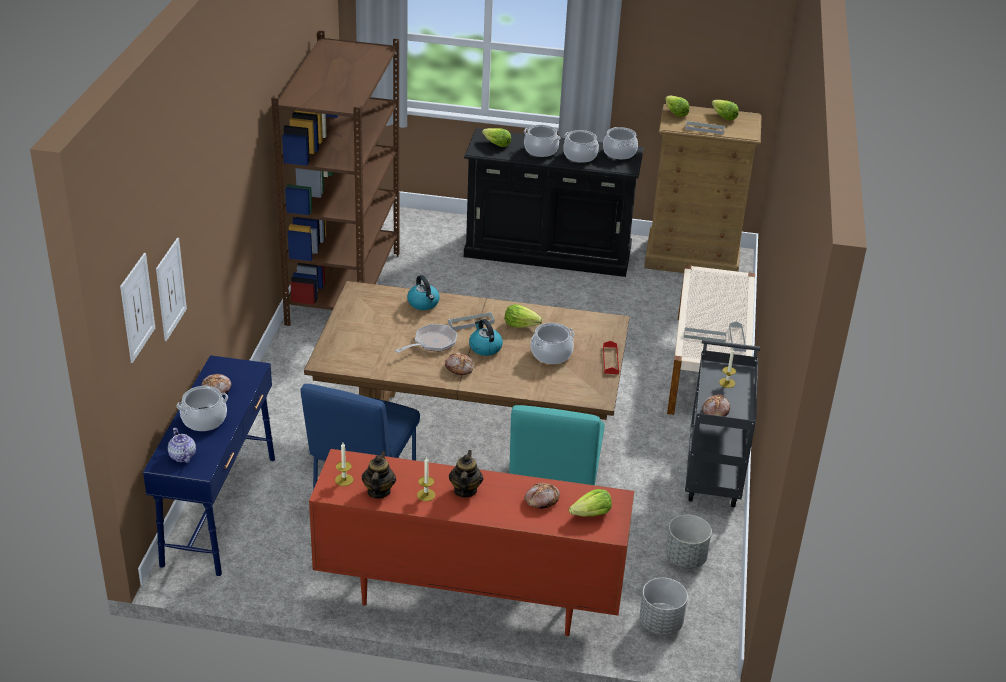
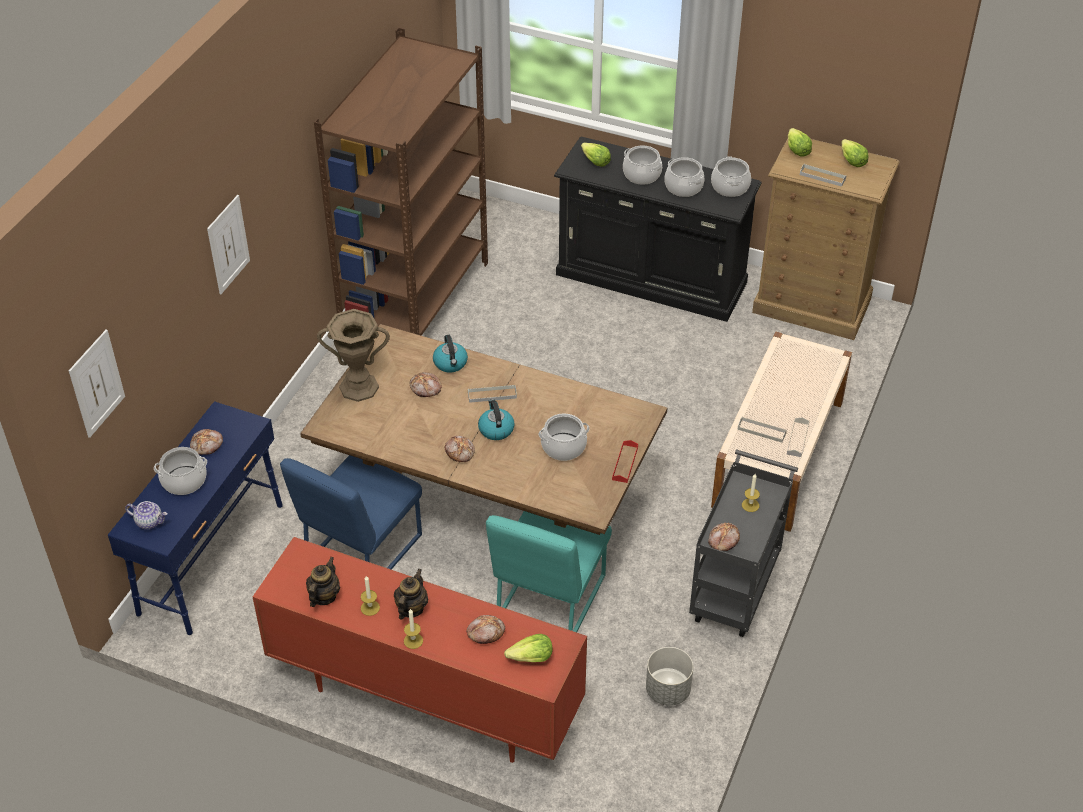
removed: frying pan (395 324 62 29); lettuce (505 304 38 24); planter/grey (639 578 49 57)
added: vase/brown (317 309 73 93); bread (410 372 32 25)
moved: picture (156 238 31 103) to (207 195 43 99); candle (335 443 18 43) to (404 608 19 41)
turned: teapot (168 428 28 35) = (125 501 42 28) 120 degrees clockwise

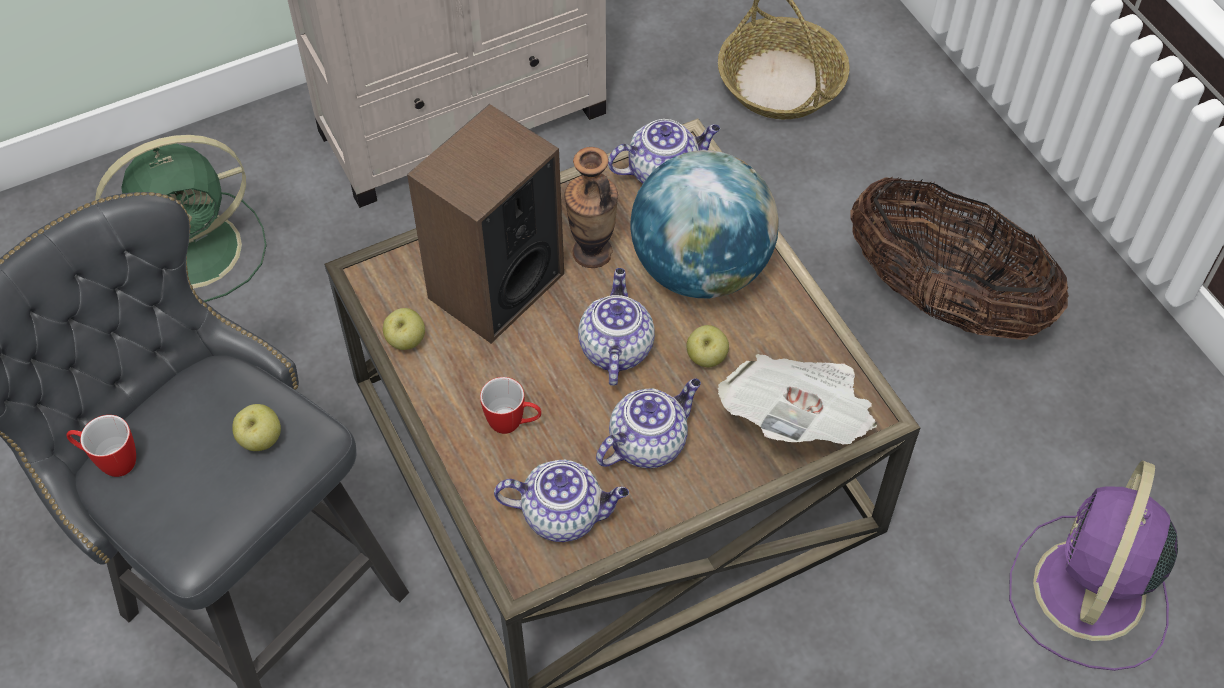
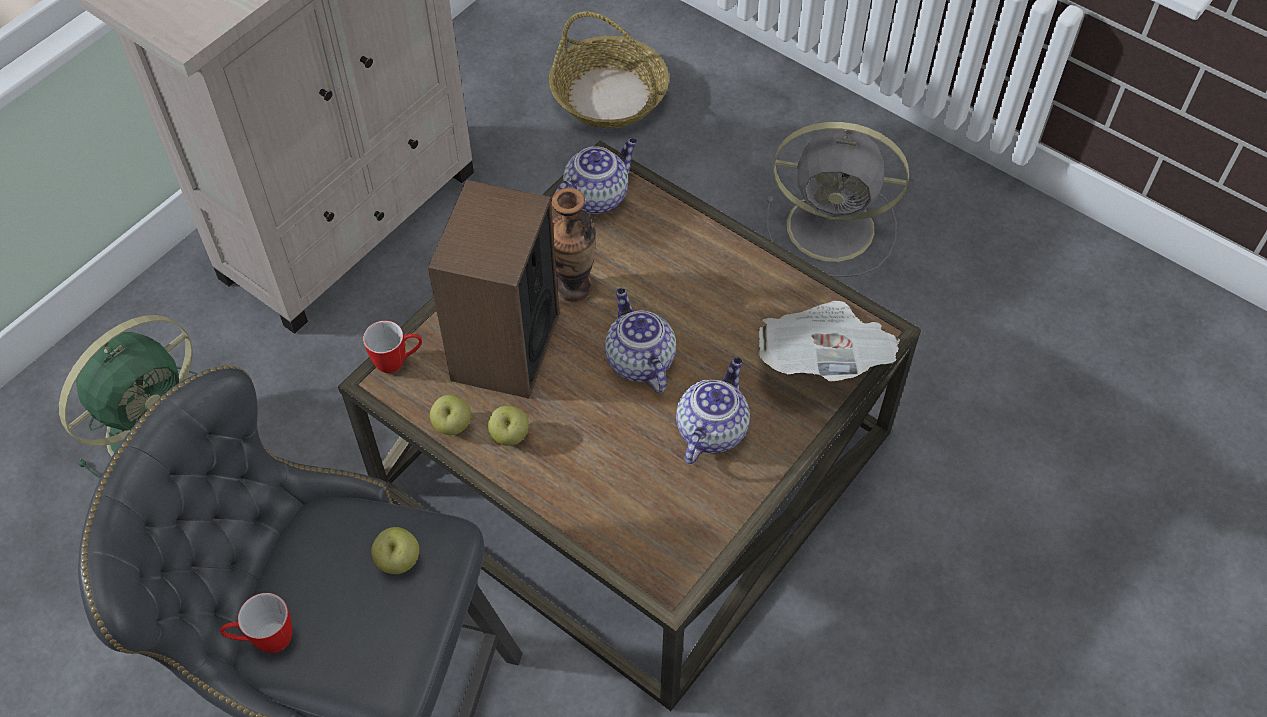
removed: teapot (494 460 135 82); globe (631 150 148 148); fan/purple (1009 461 169 210)
moved: mug (480 377 62 57) to (363 321 59 52); apple (686 325 43 42) to (488 405 41 41)
replaced: basket (850 177 219 163) to fan/grey (767 122 142 155)

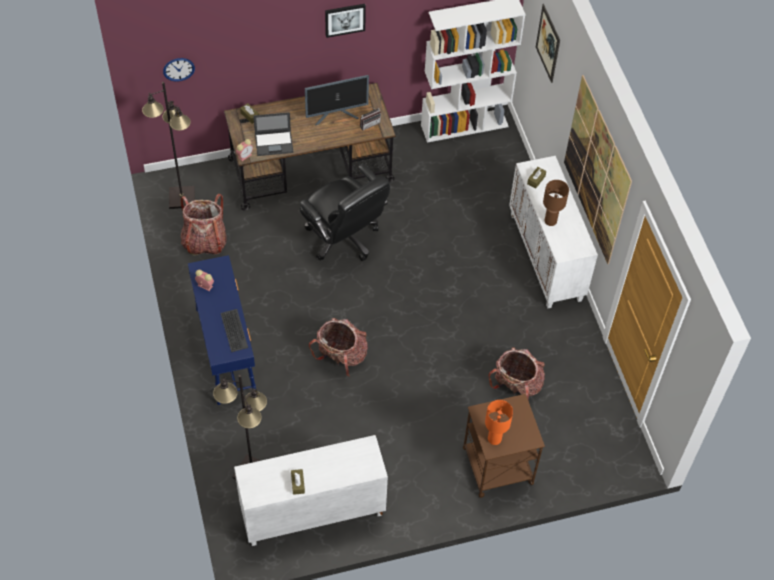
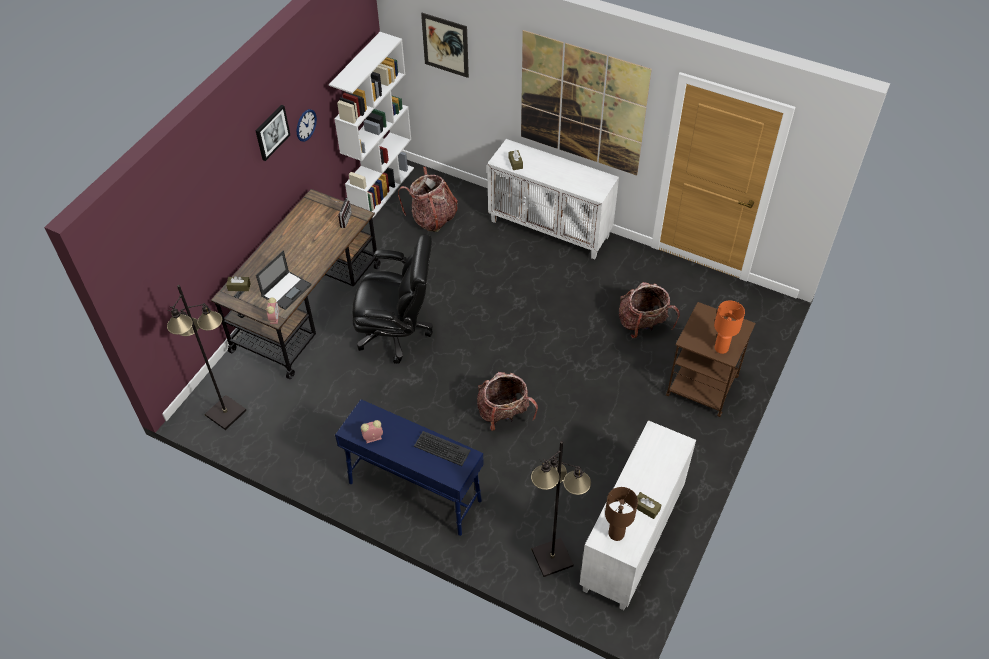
removed: monitor (305 75 64 50)
moved: wall clock (163 58 32 24) to (297 109 20 33); backpack (180 194 47 62) to (398 167 60 65); table lamp/brown (543 180 26 46) to (605 487 33 54)

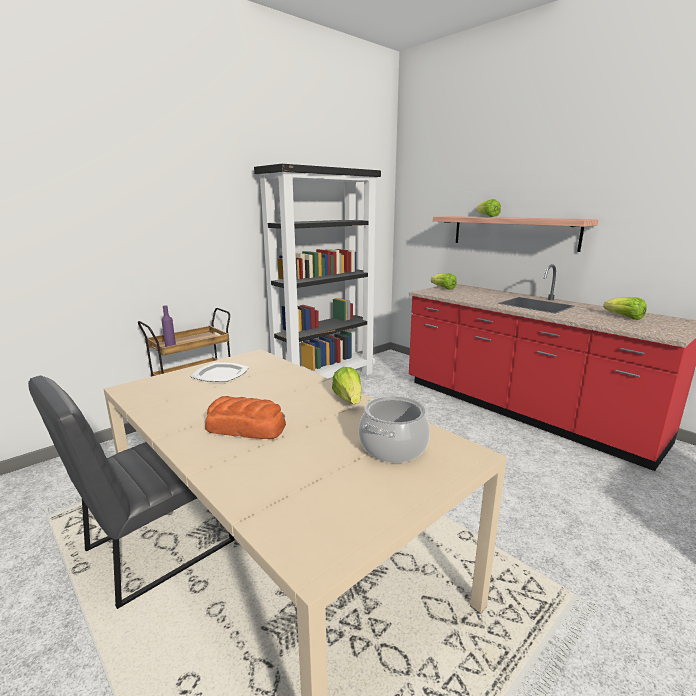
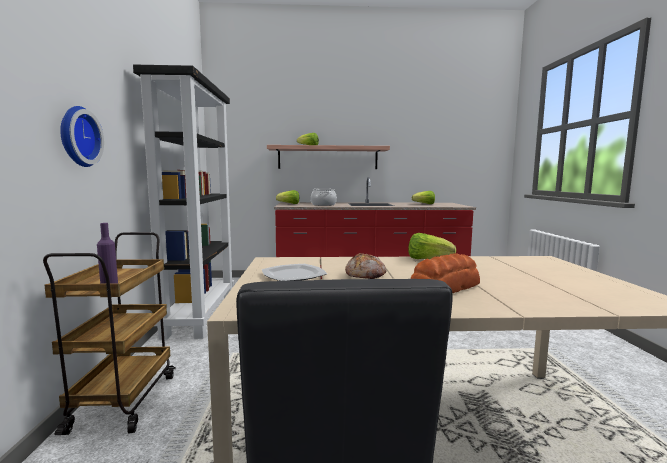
added: wall clock (60 106 44 61); bread (345 253 41 26)
moved: cooking pot (359 396 71 67) to (311 189 26 17)

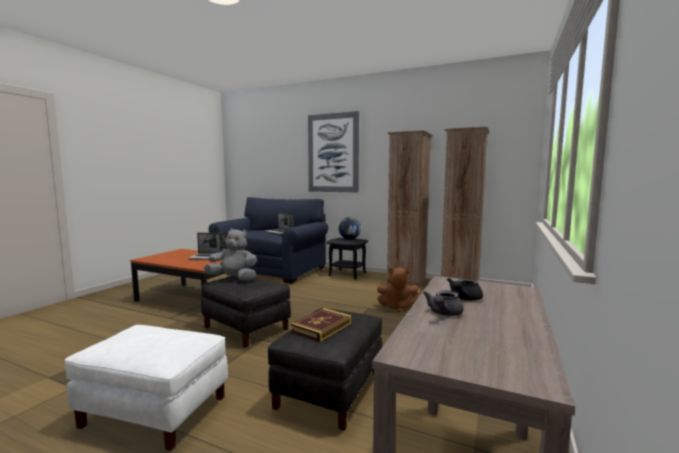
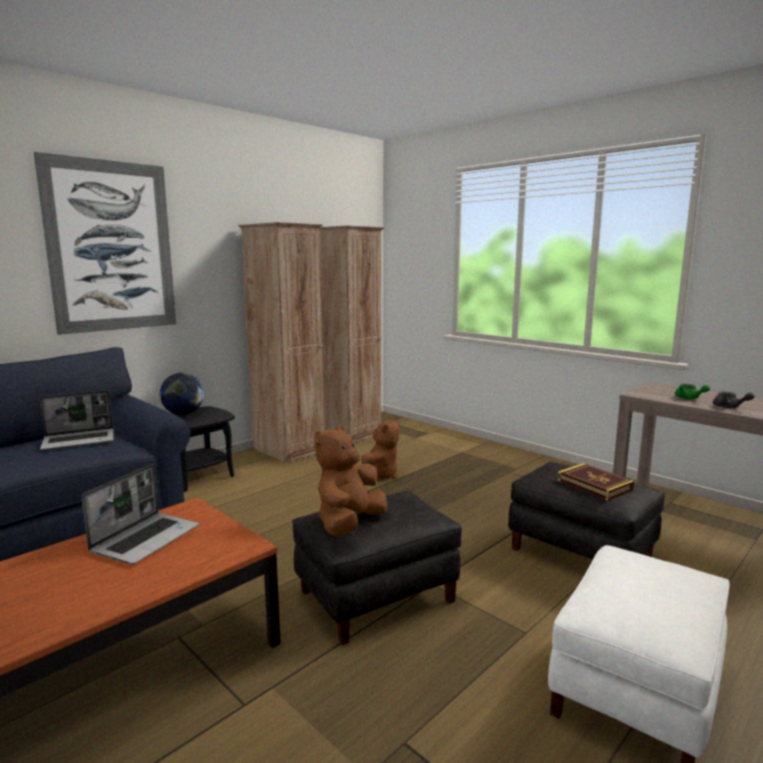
recoloured: plush toy/grey (204 228 53 53) to plush toy/brown (314 425 74 111); teapot/black (447 278 36 23) to teapot/green (675 384 35 15)

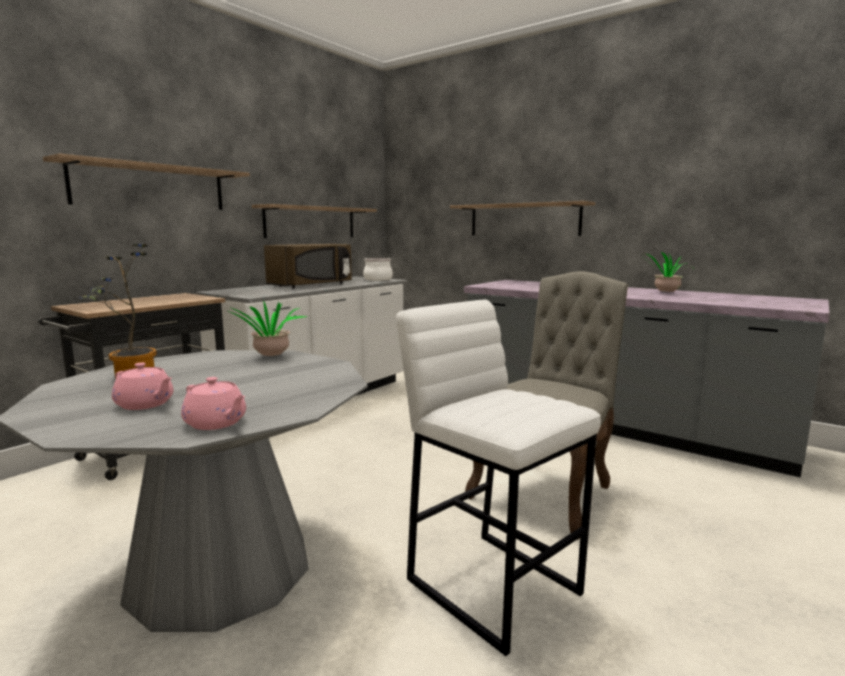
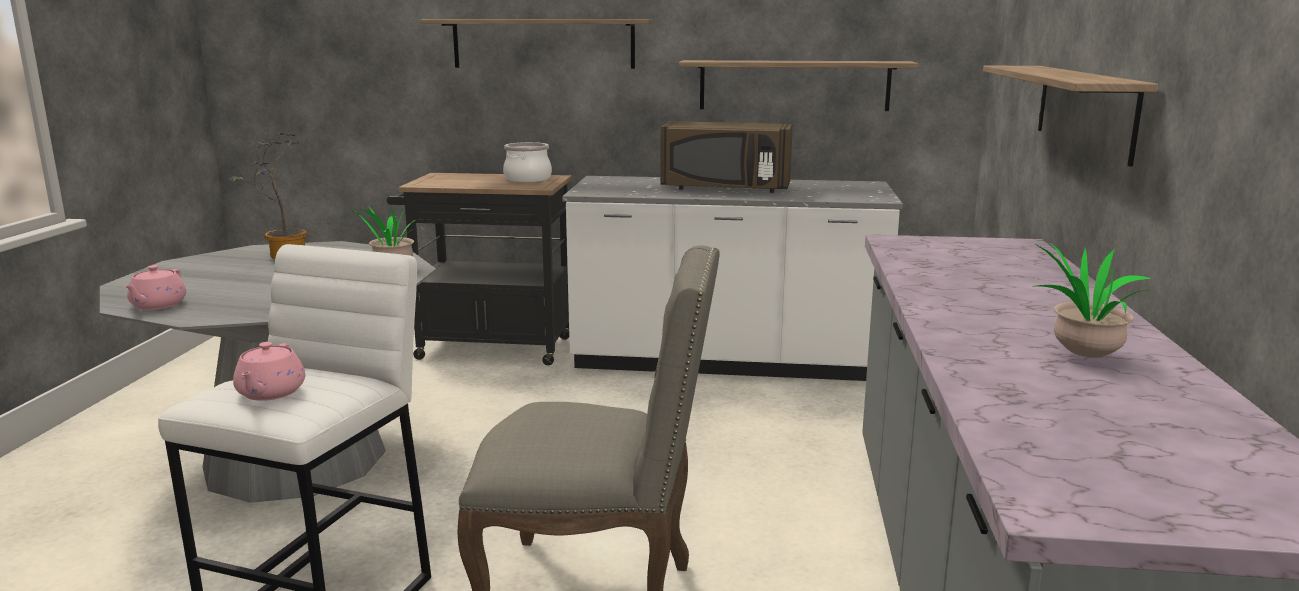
moved: teapot/pink (112 363 62 47) to (233 342 72 59); cooking pot (363 258 30 23) to (503 142 49 41)

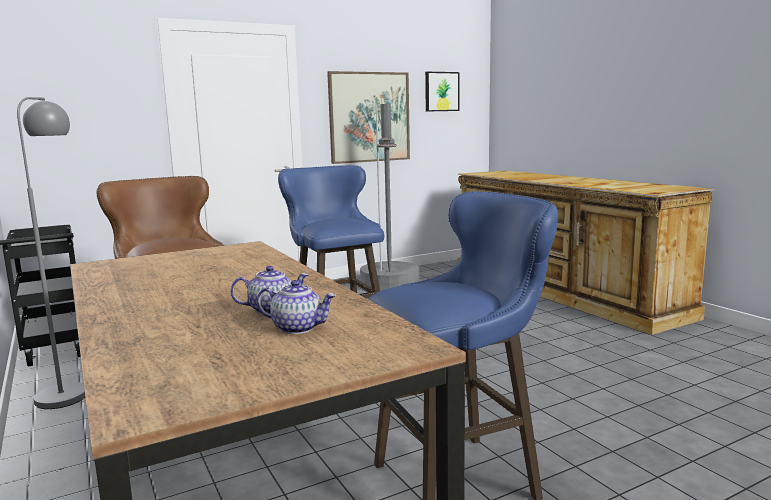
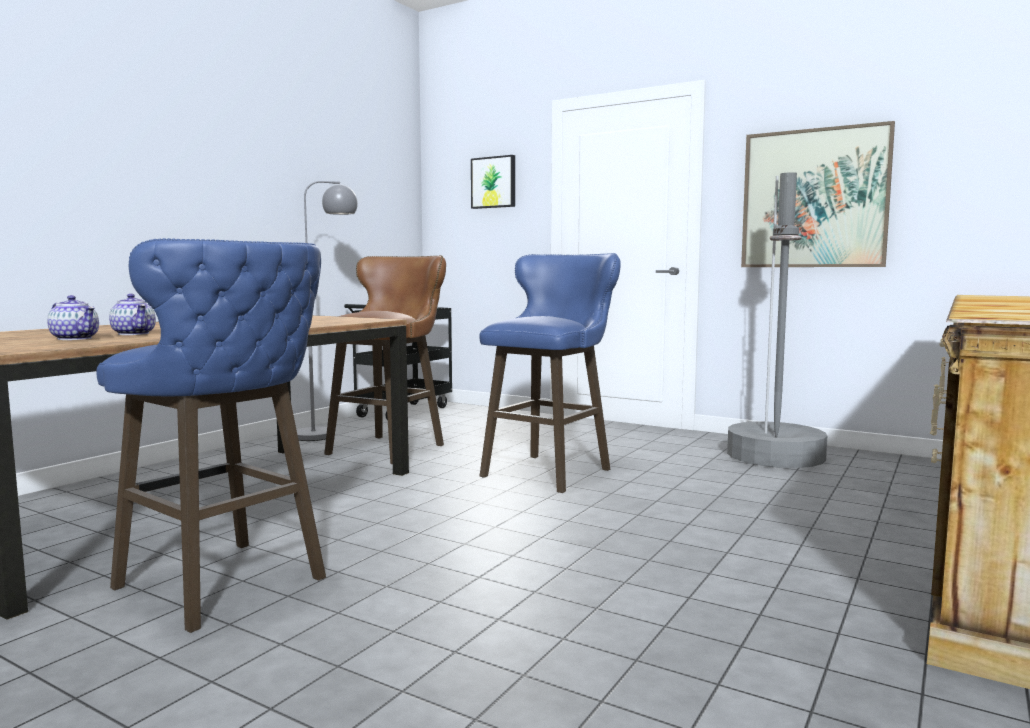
moved: picture (425 72 34 40) to (471 155 44 54)
turned: teapot (257 280 79 54) = (47 295 52 45) 45 degrees counterclockwise

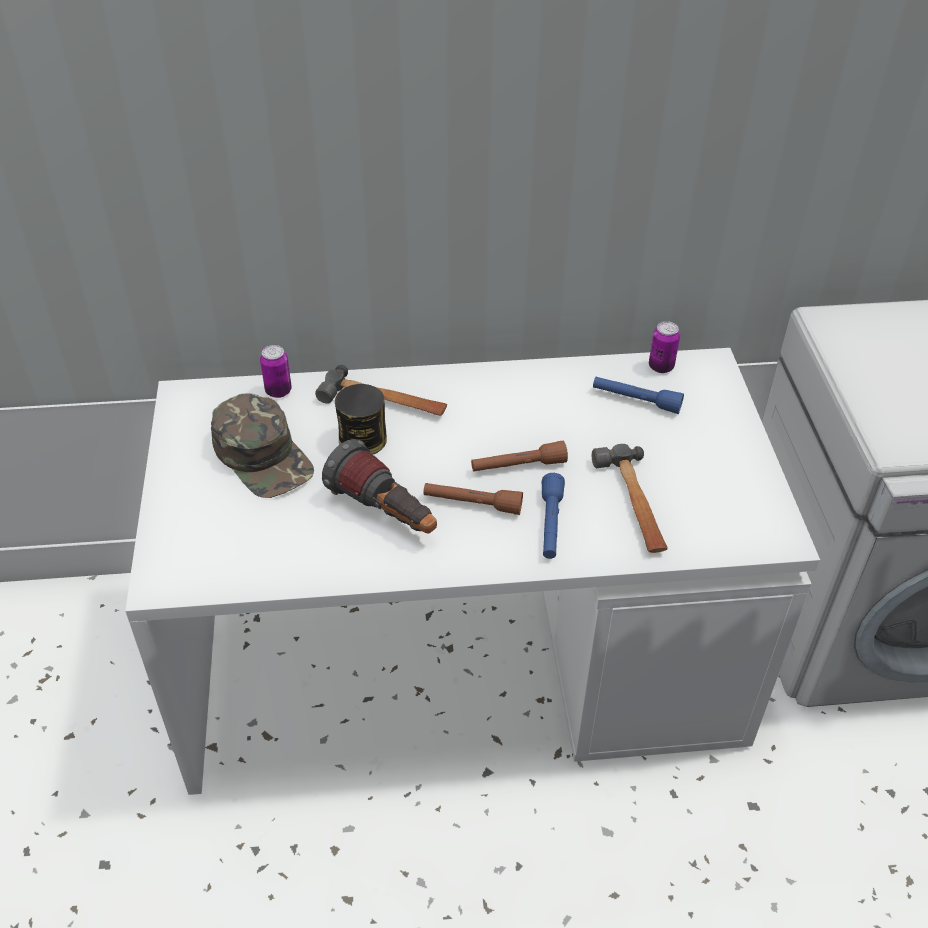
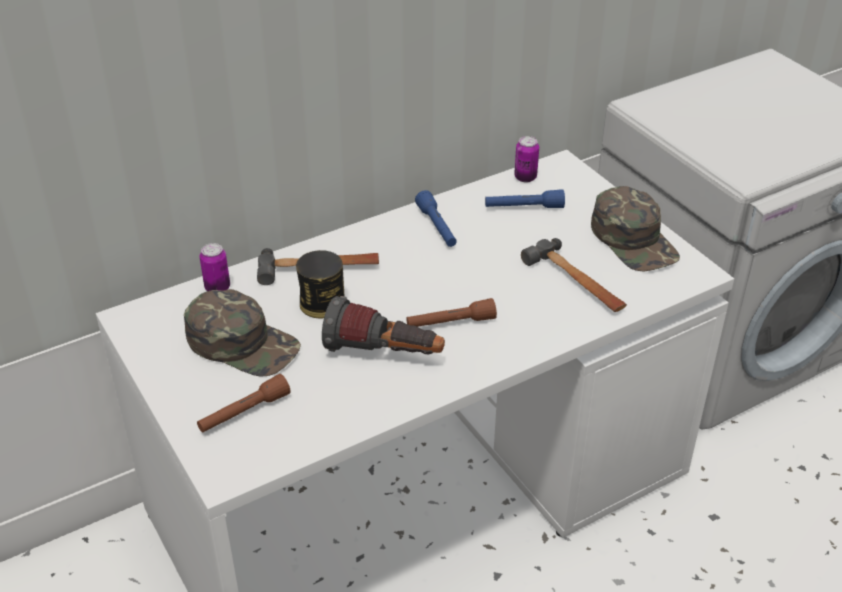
added: cap/green (591 186 89 86)
moved: flashlight/brown (471 441 97 31) to (197 374 93 59); flashlight/blue (542 473 23 86) to (415 190 42 57)

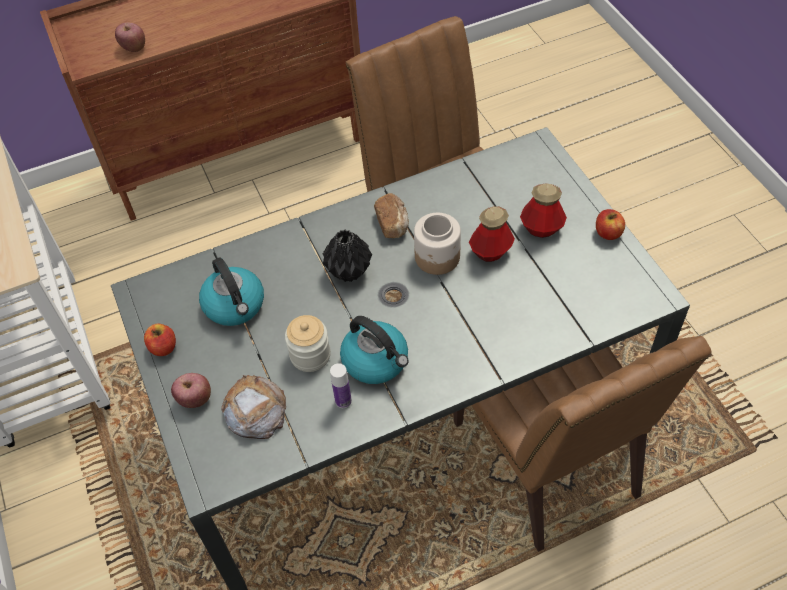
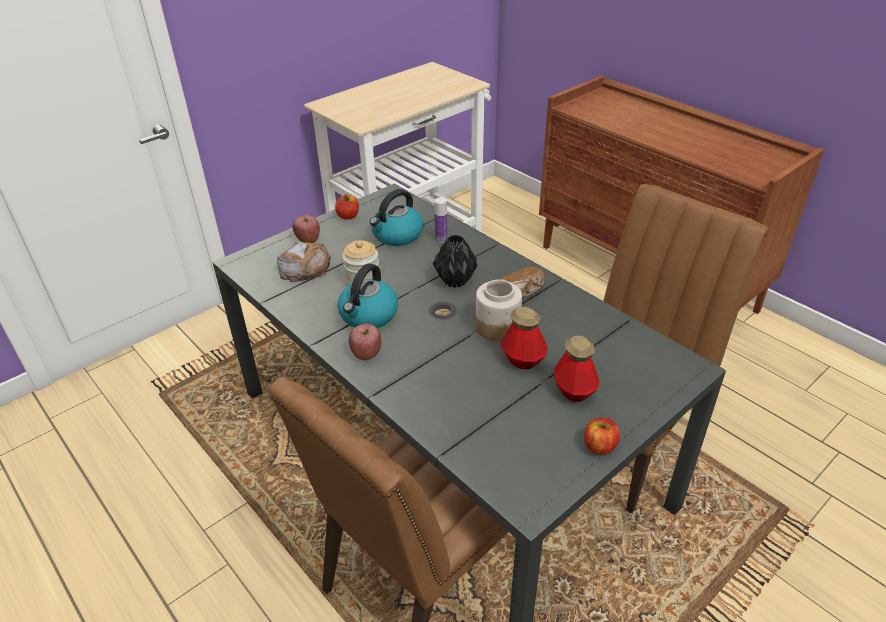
moved: apple (115 23 30 29) to (349 323 33 37); bottle (330 363 22 45) to (435 198 13 45)

